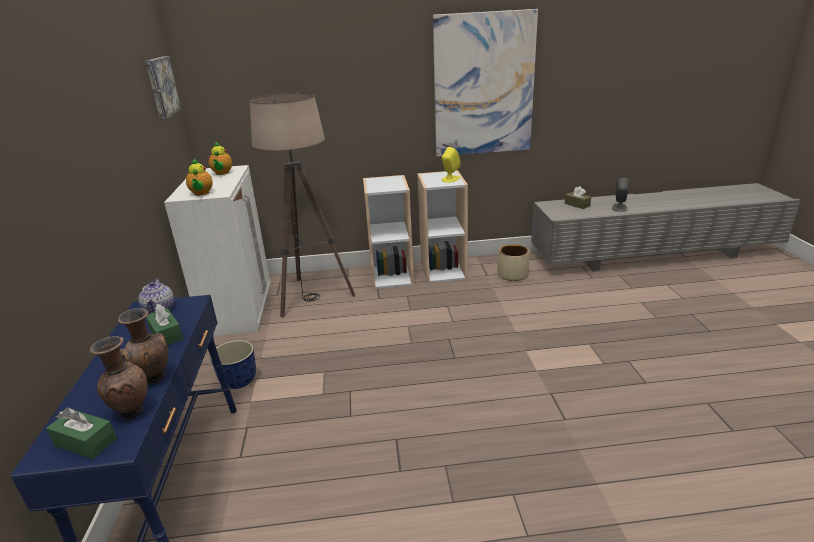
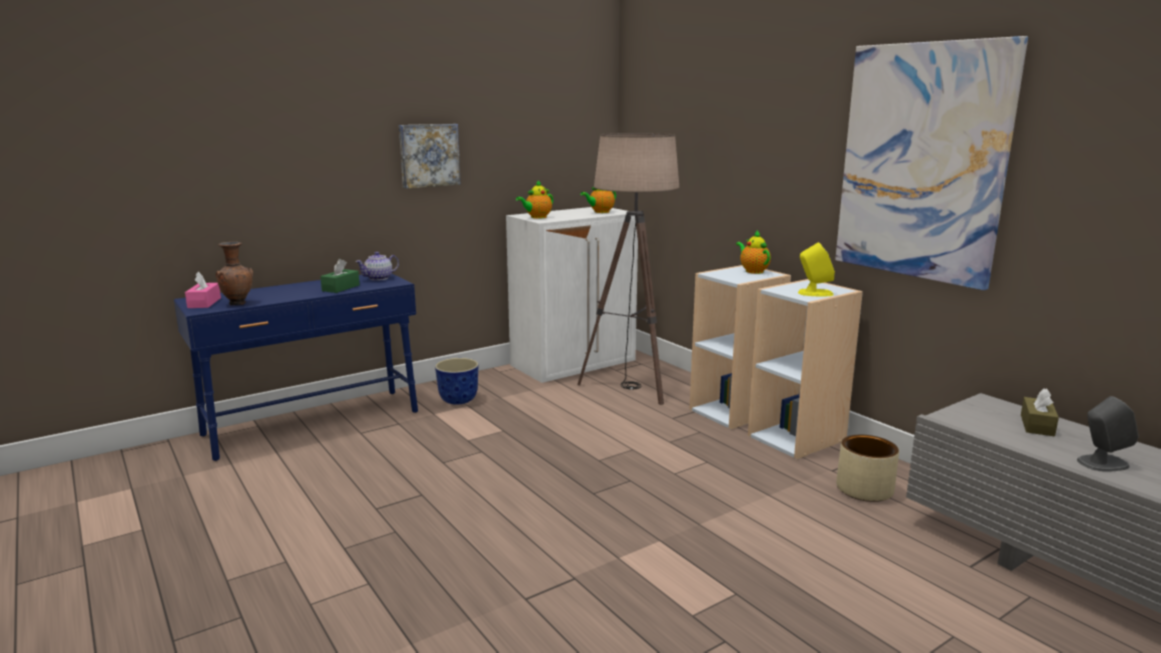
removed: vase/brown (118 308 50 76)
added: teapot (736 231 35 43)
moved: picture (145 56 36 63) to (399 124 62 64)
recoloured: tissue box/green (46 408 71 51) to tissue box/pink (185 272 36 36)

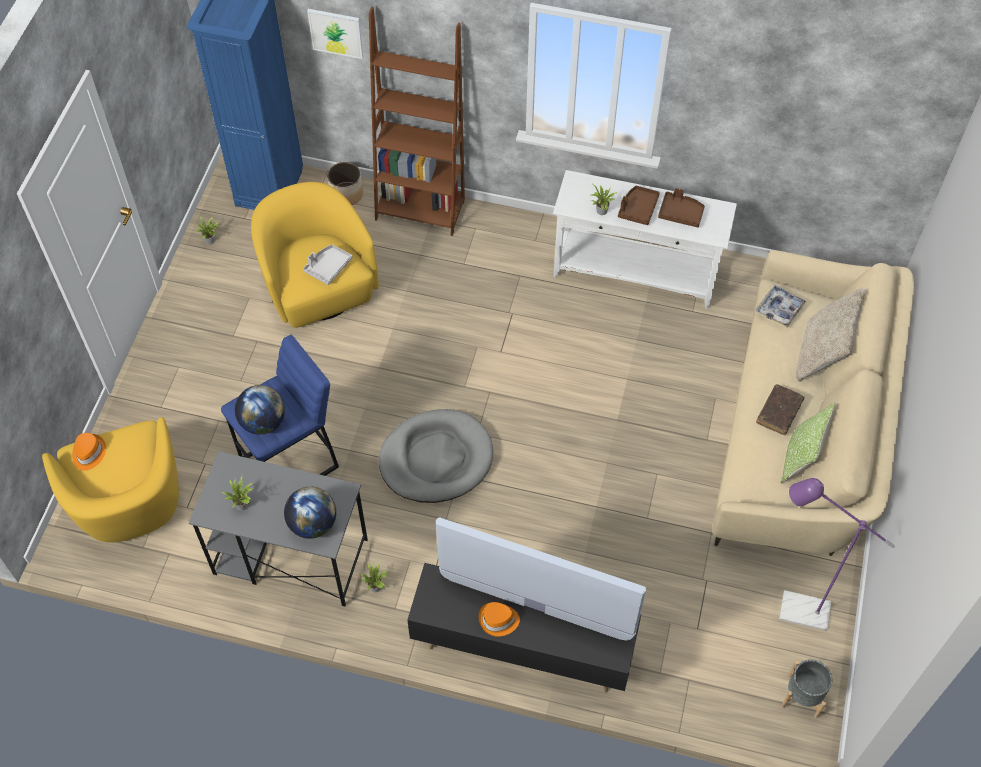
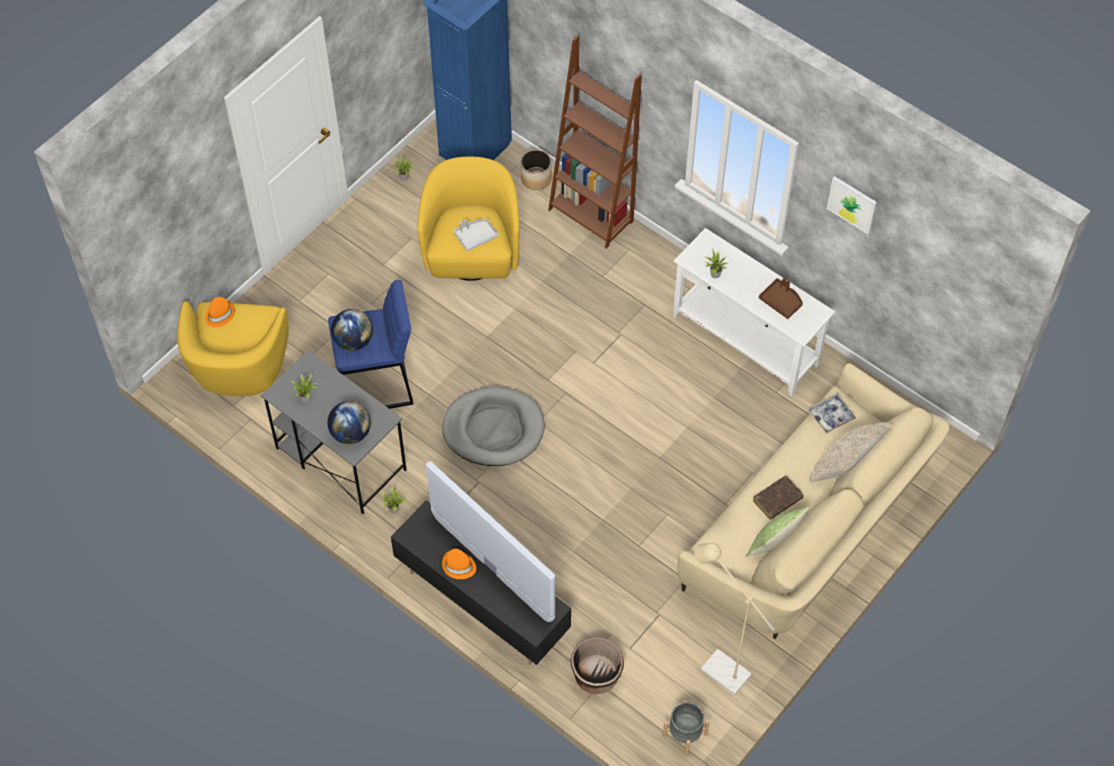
removed: tray/brown (618 186 42 39)
added: planter/black (570 637 54 57)
moved: picture (307 9 56 50) to (827 176 50 58)
recoloured: floor lamp/purple (779 478 116 153) to floor lamp/beige (694 543 81 152)

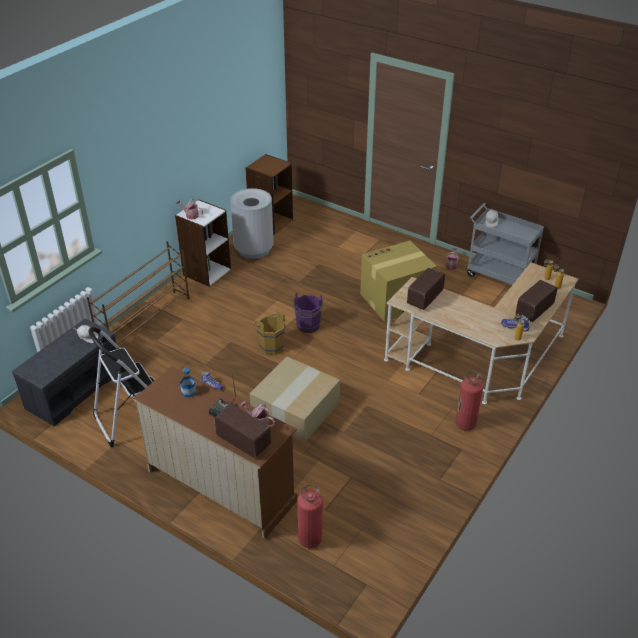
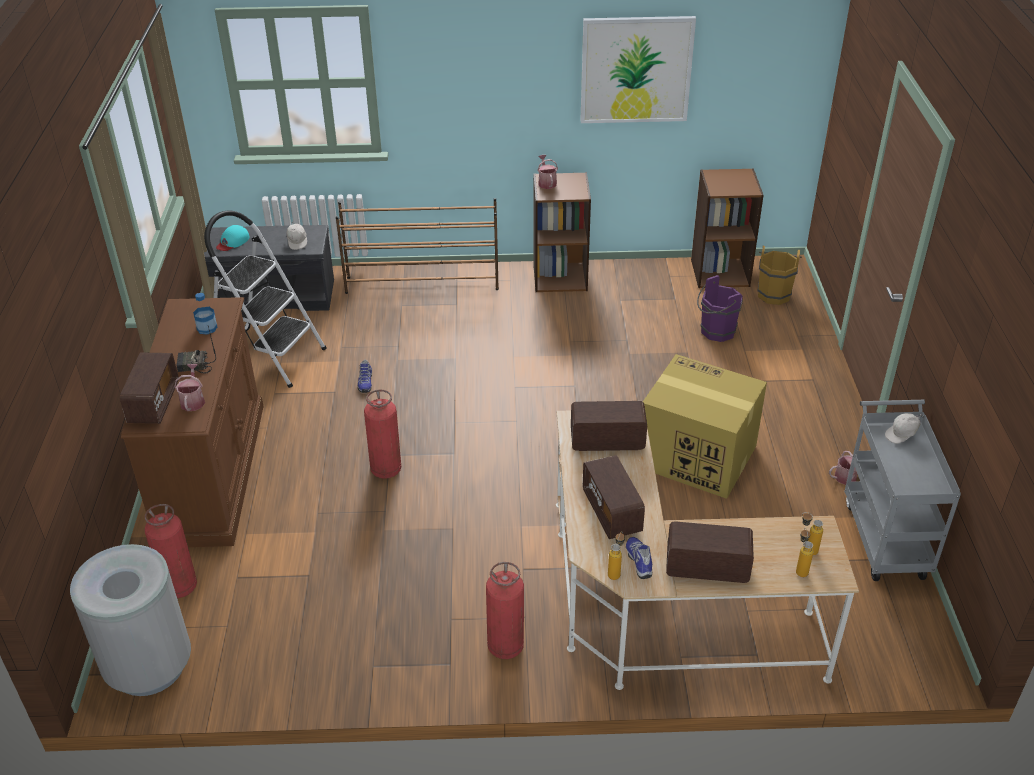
added: cap/turquoise (216 225 34 26); picture (580 16 116 107); radio (583 455 62 84)
moved: trash can/grey (230 188 44 71) to (70 544 121 152); bucket/brown (254 310 32 45) to (757 246 45 59); bucket/purple (293 292 30 41) to (697 275 46 67)
replaced: cardboard box (250 357 90 85) to fire extinguisher (364 389 37 90)
recoloured: bookcase/white (175 200 56 87) to bookcase/brown (533 172 58 120)

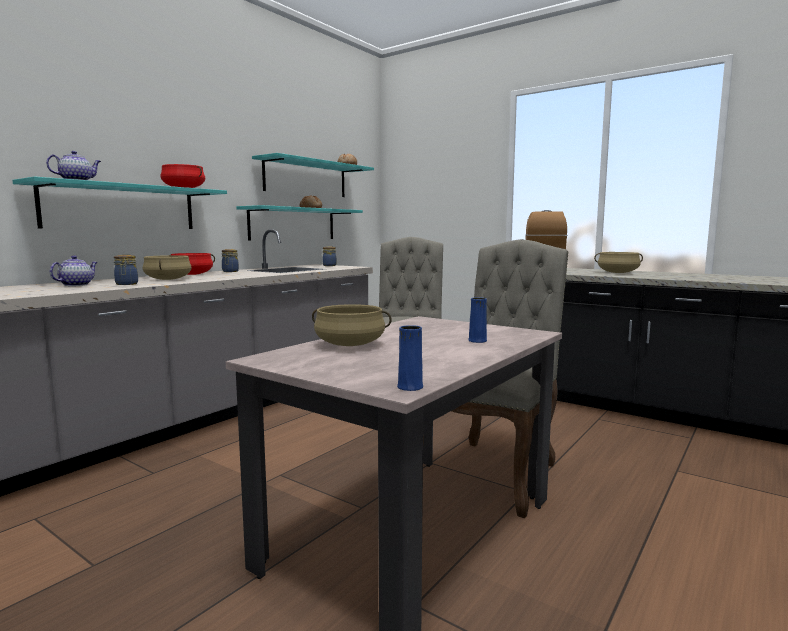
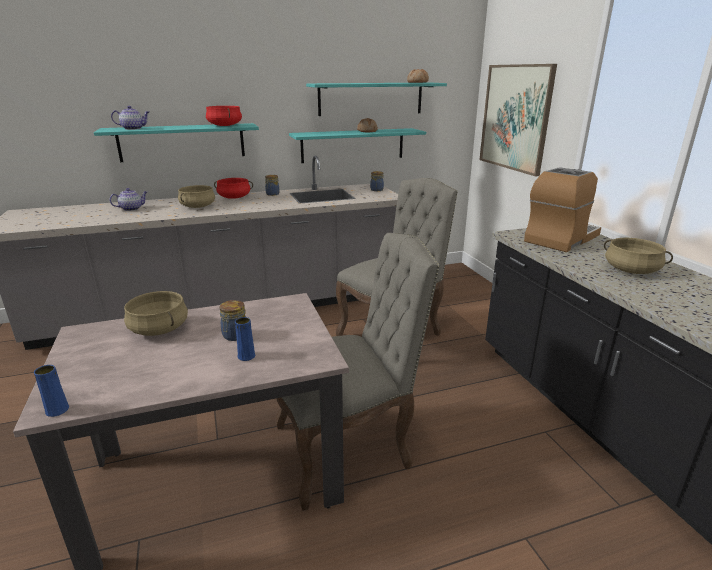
added: picture (479 64 78 112)
moved: jar (114 255 24 30) to (219 300 27 41)

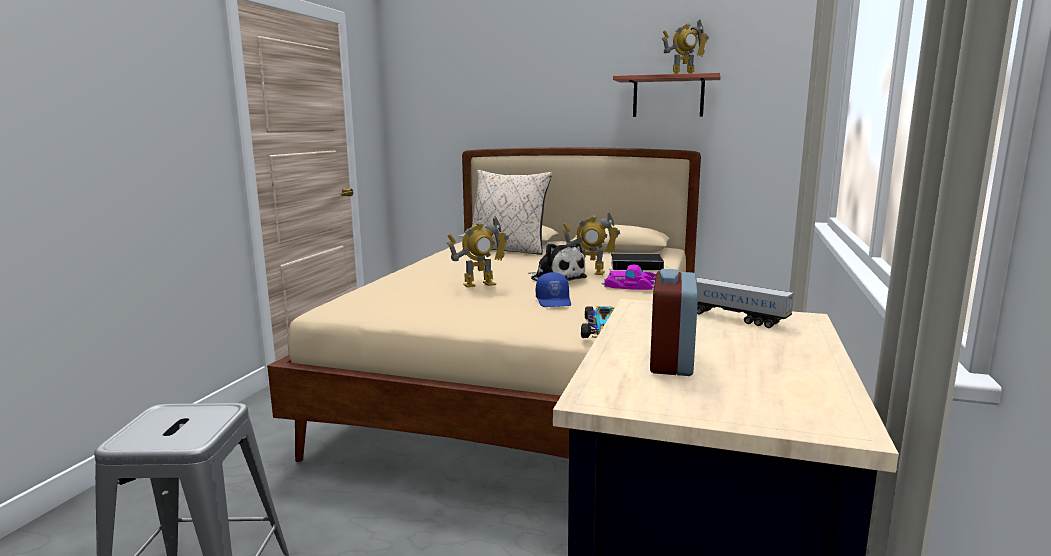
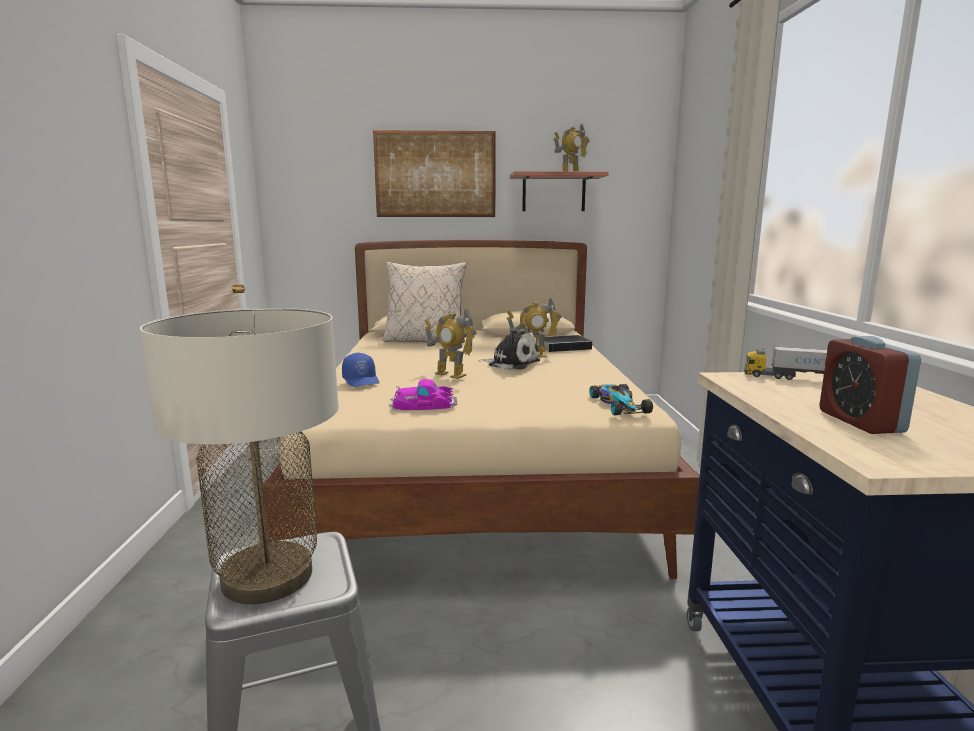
added: table lamp (140 308 199 296); picture (373 130 123 87)
moved: cap/blue (536 272 35 35) to (342 353 37 34); toy car (602 264 54 26) to (389 379 68 31)
turned: toy robot (447 216 62 72) = (425 308 52 71) 75 degrees clockwise

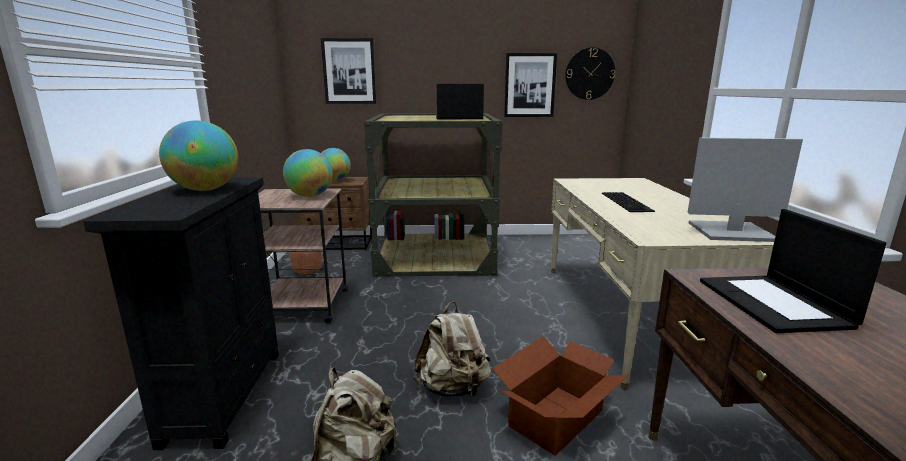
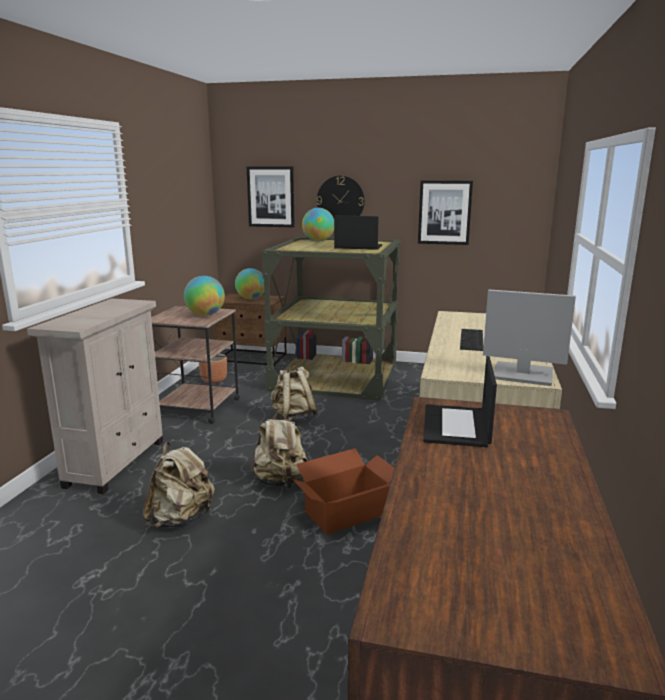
added: backpack/beige (271 365 48 57)
moved: globe (159 120 79 71) to (302 208 32 33); wall clock (565 47 50 53) to (317 176 48 42)
recoloured: cabinet/black (83 177 196 273) to cabinet/beige (27 298 136 196)

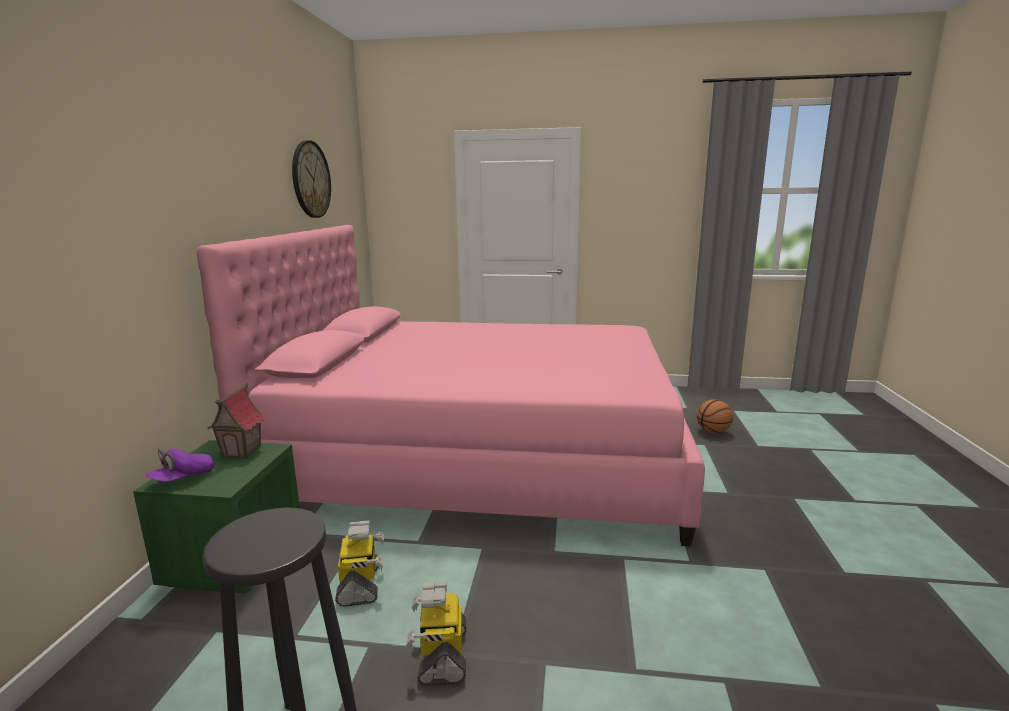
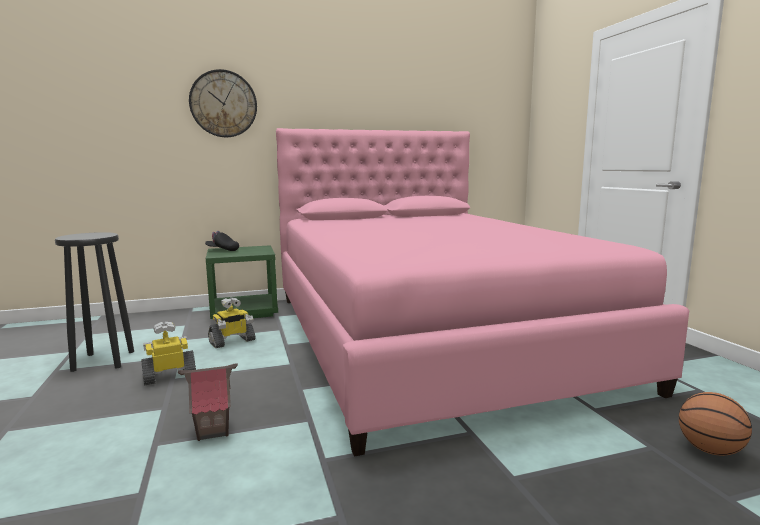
moved: toy house (207 383 59 75) to (178 363 60 78); wall clock (292 140 39 78) to (189 69 68 68)
recoloured: cap/purple (145 448 69 34) to cap/black (205 231 34 20)

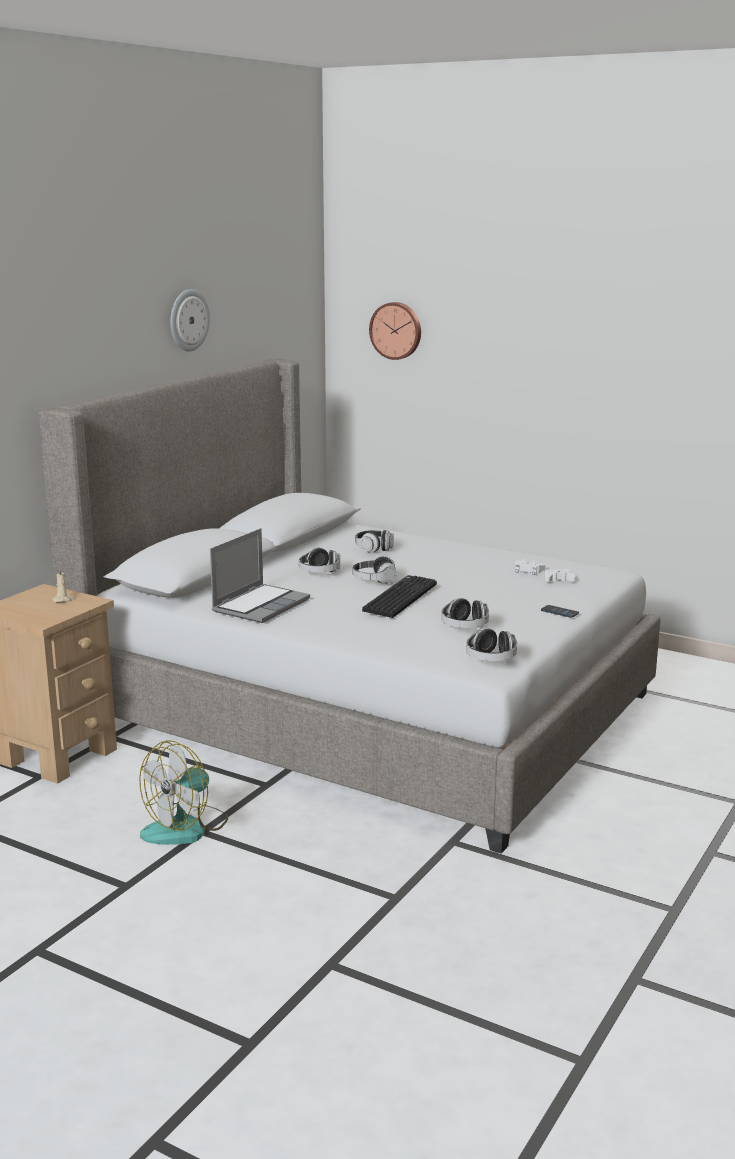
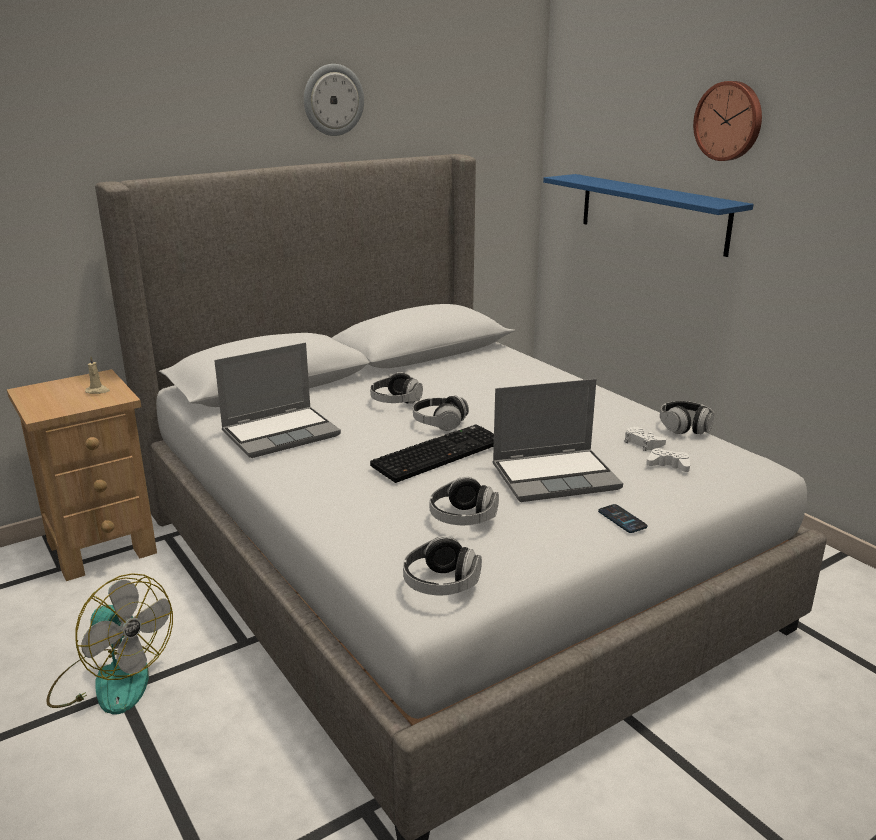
added: laptop (493 379 130 123); shelf/blue (543 174 210 83)
moved: headphones (355 530 39 23) to (660 401 55 33); wall clock (369 302 52 58) to (693 81 69 80)
turned: fan (139 740 89 105) = (46 573 127 142) 120 degrees counterclockwise

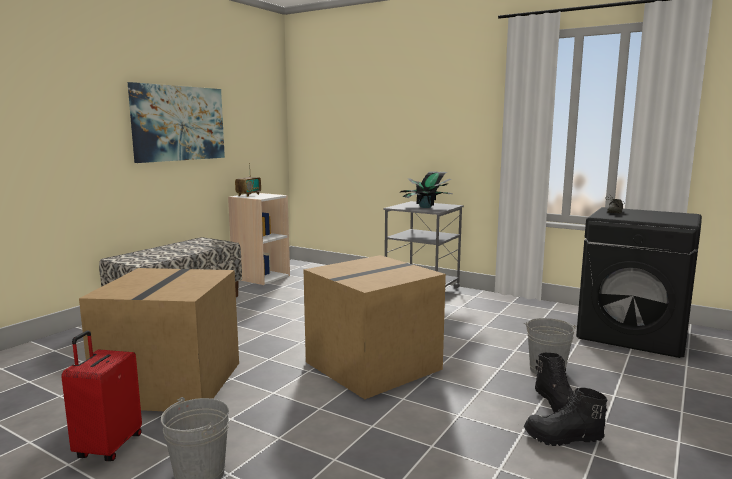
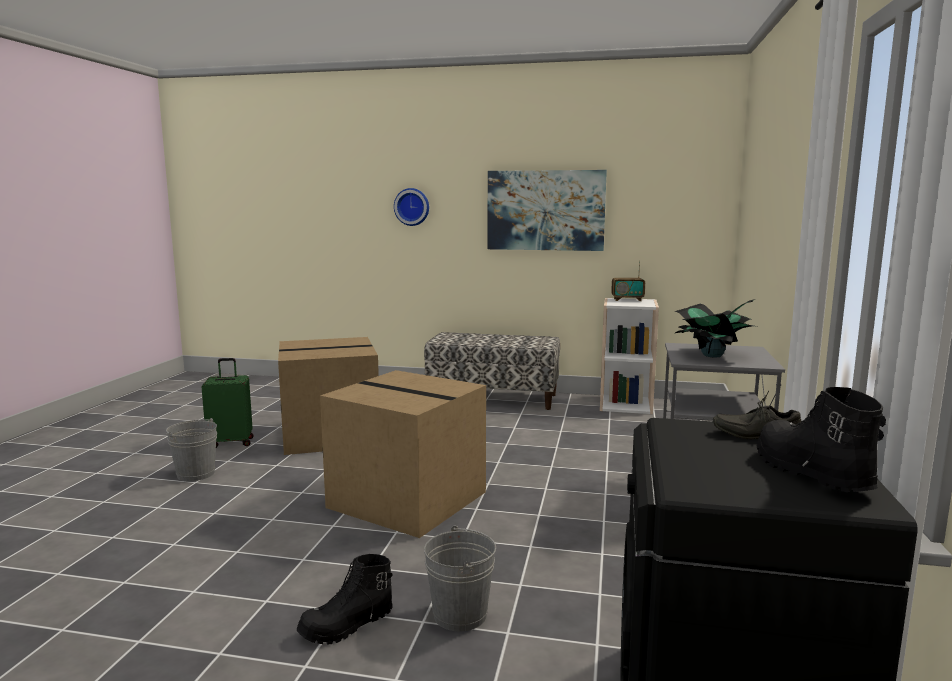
added: wall clock (394 188 35 38)
moved: boot/black (524 387 83 59) to (757 387 129 105)
recoloured: suitcase/red (61 331 81 130) to suitcase/green (202 358 52 90)

